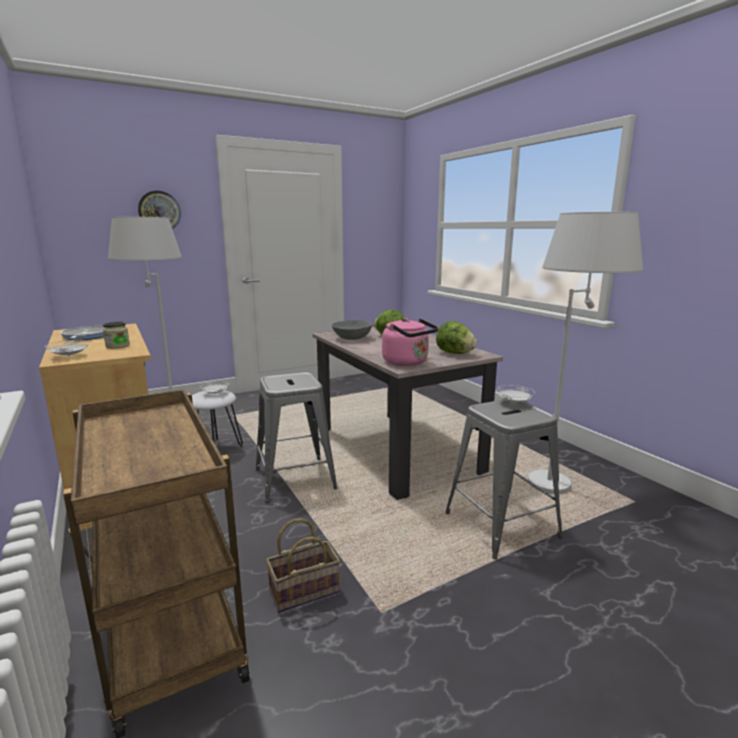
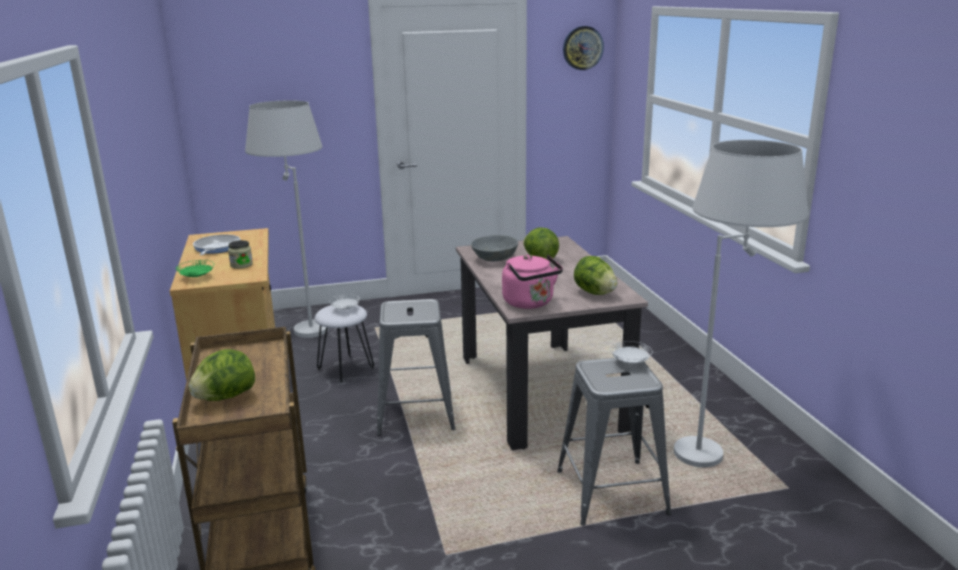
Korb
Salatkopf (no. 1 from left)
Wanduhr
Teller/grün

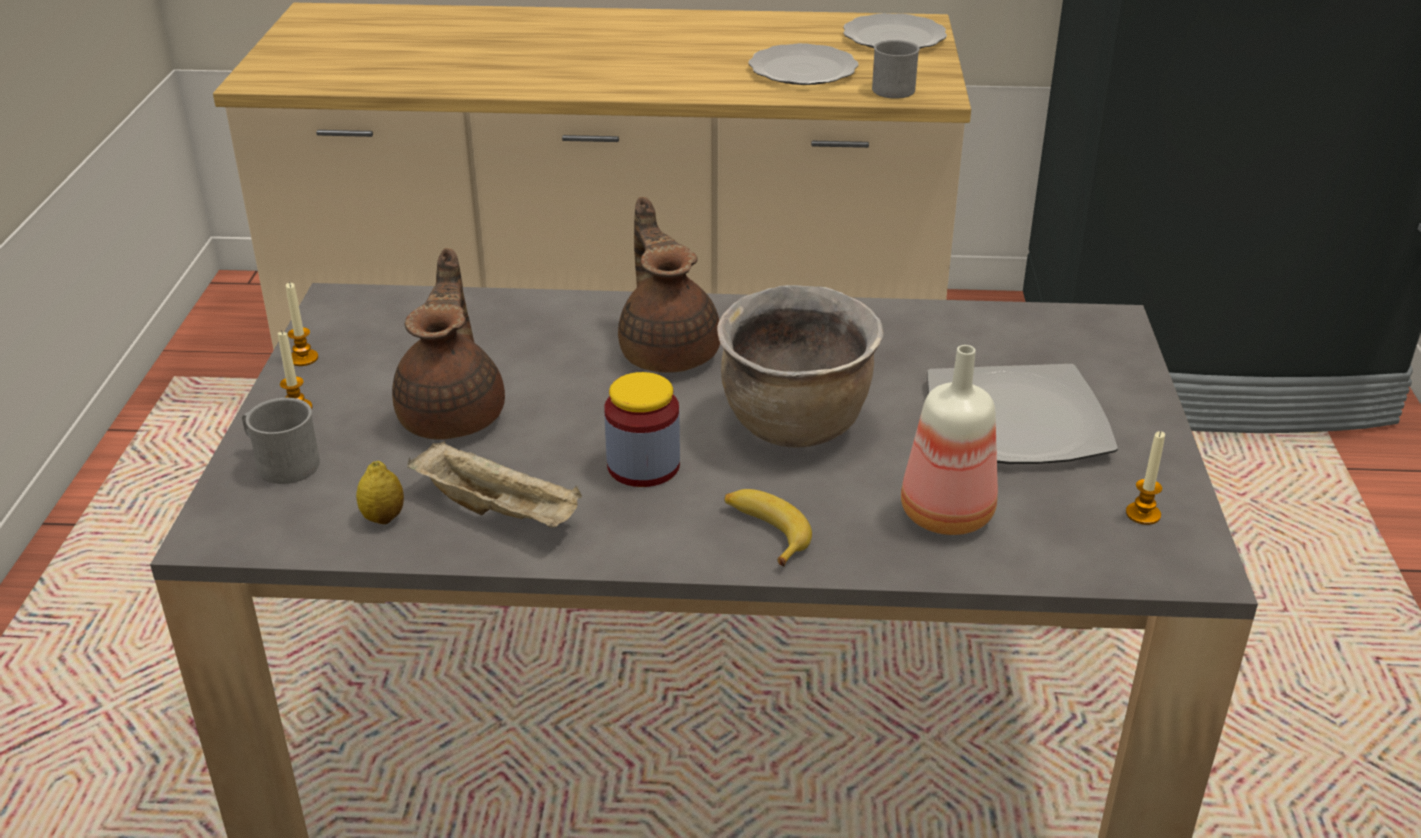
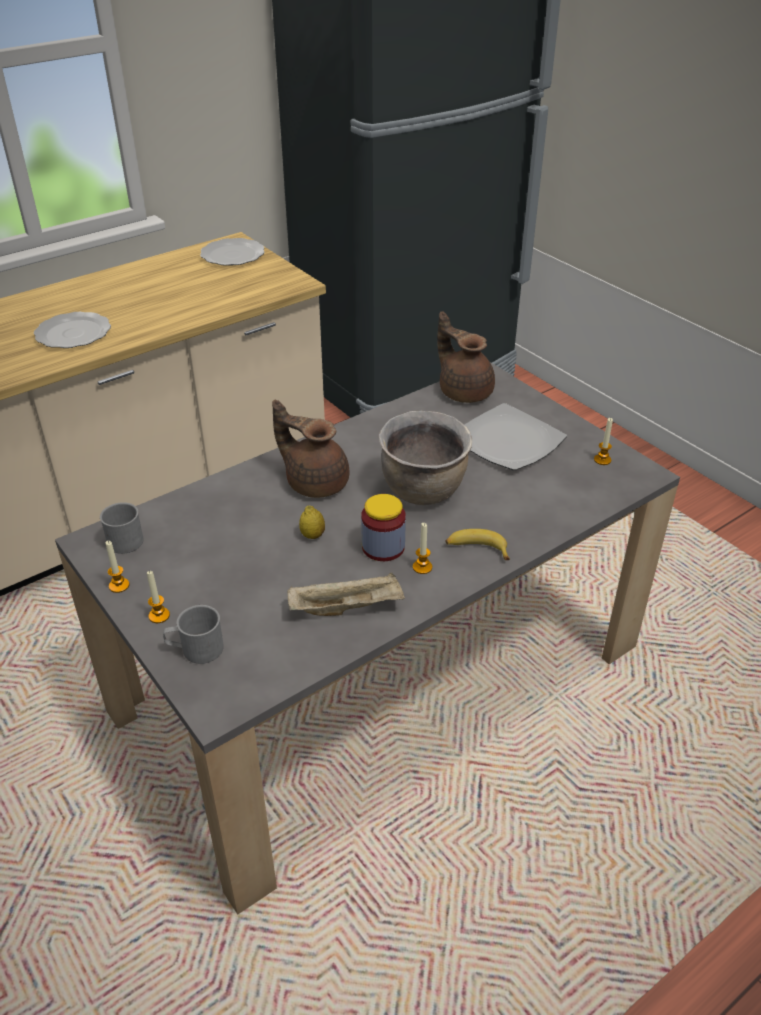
Flasche
Kerze (no. 3 from left)
Zitrone
Teekanne/braun (no. 2 from left)
Teller (no. 1 from left)
Henkelbecher/grau (no. 1 from left)

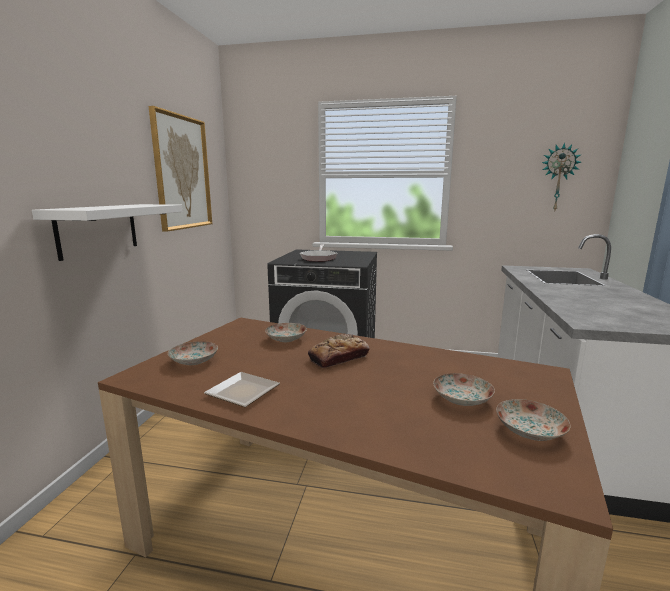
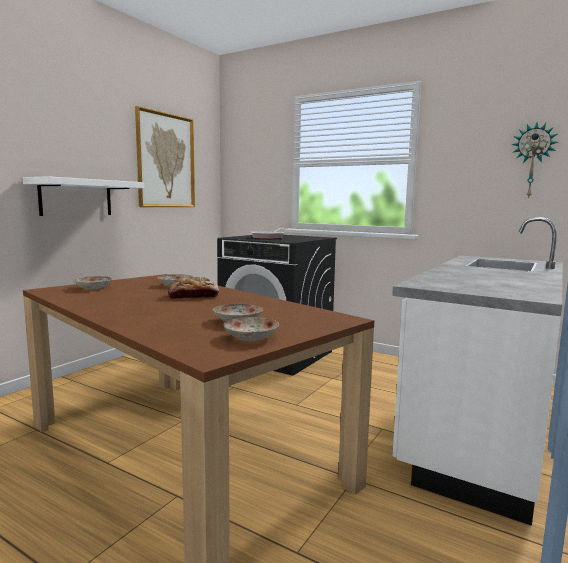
Teller (no. 2 from left in the first image)

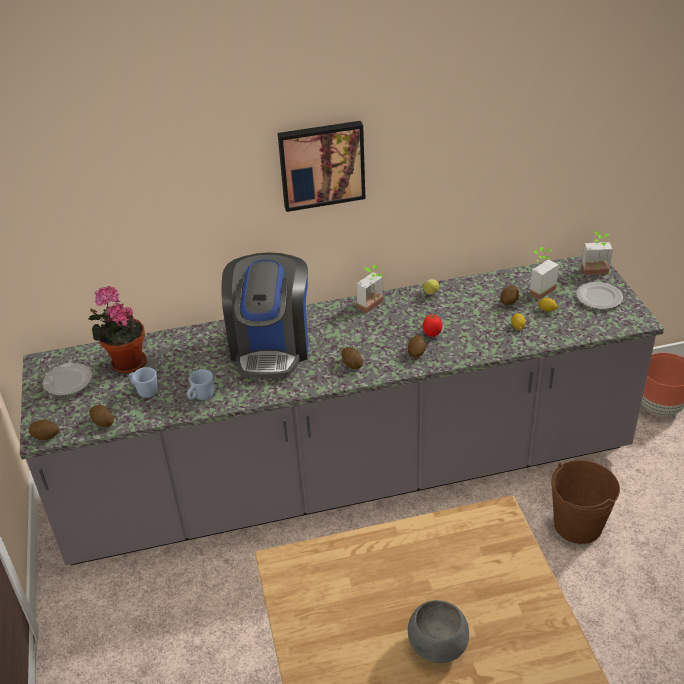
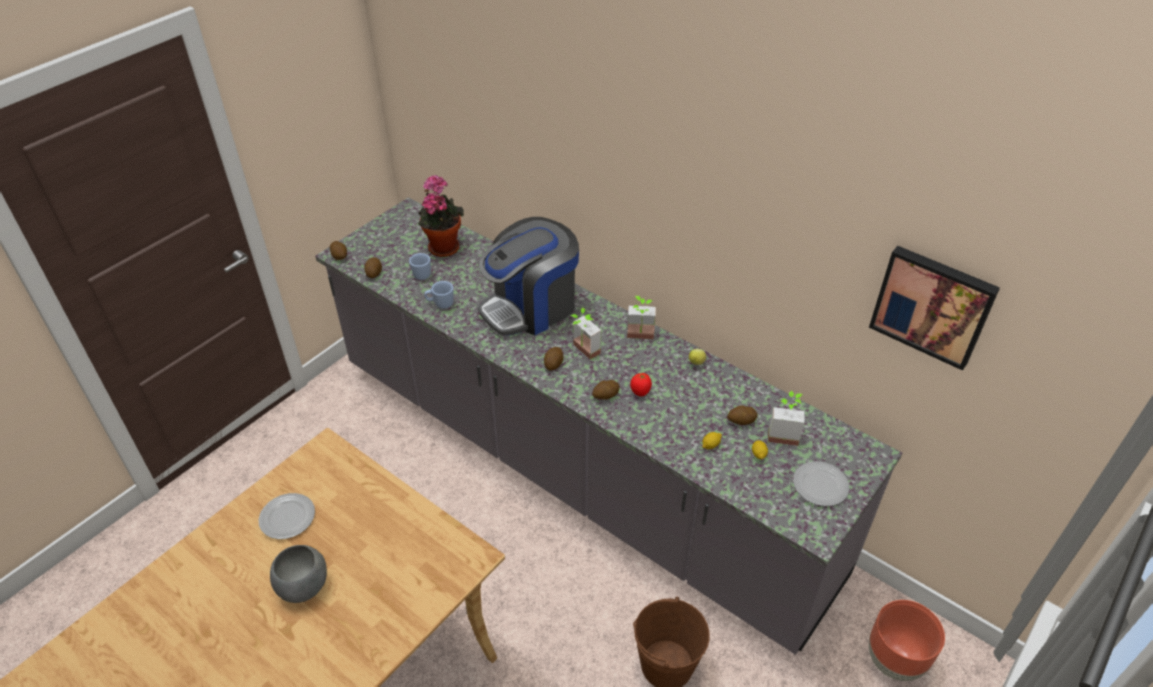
Teller (no. 1 from left)
Bild
Topfpflanze (no. 2 from left)

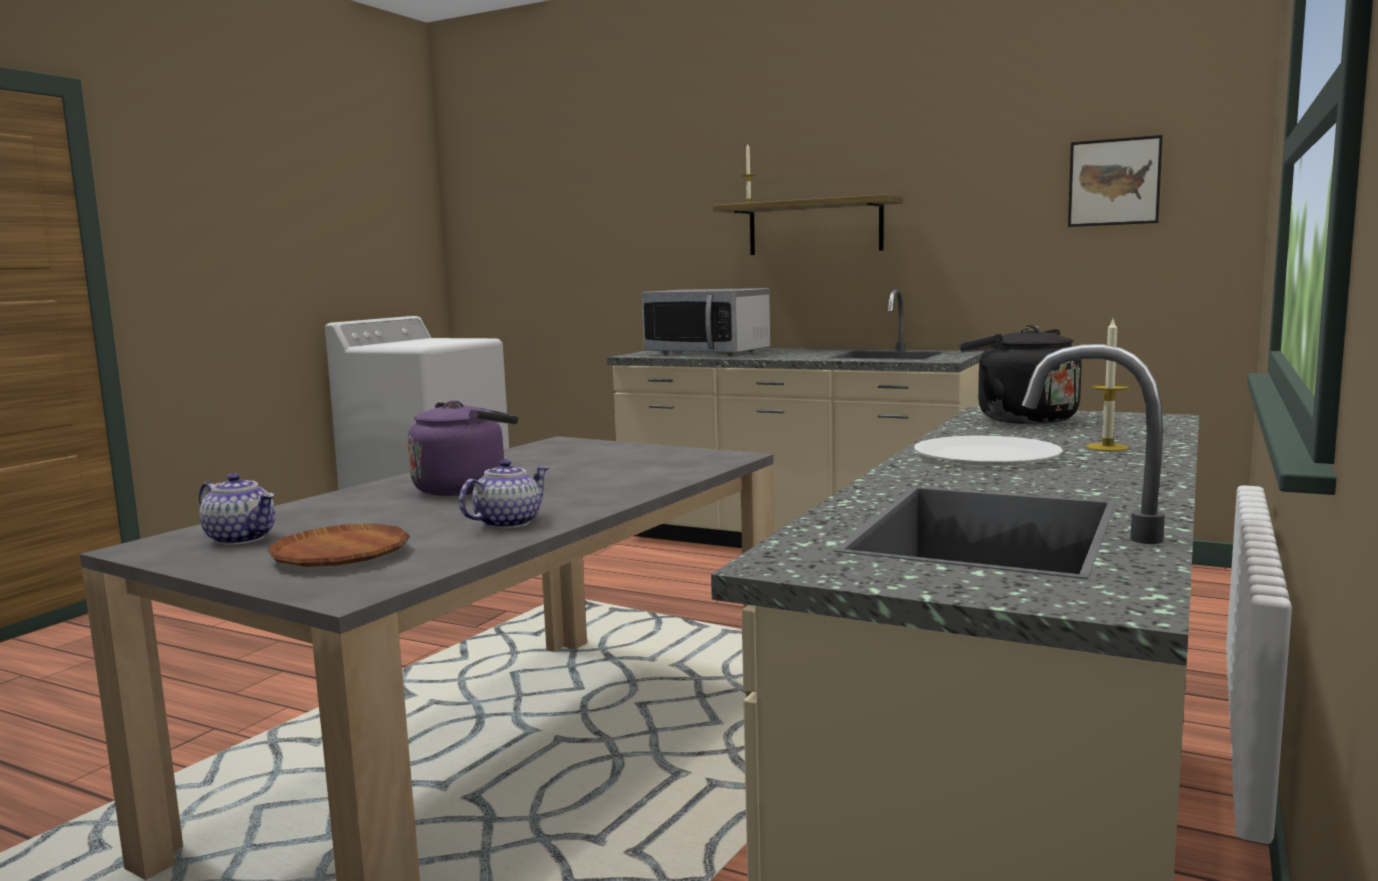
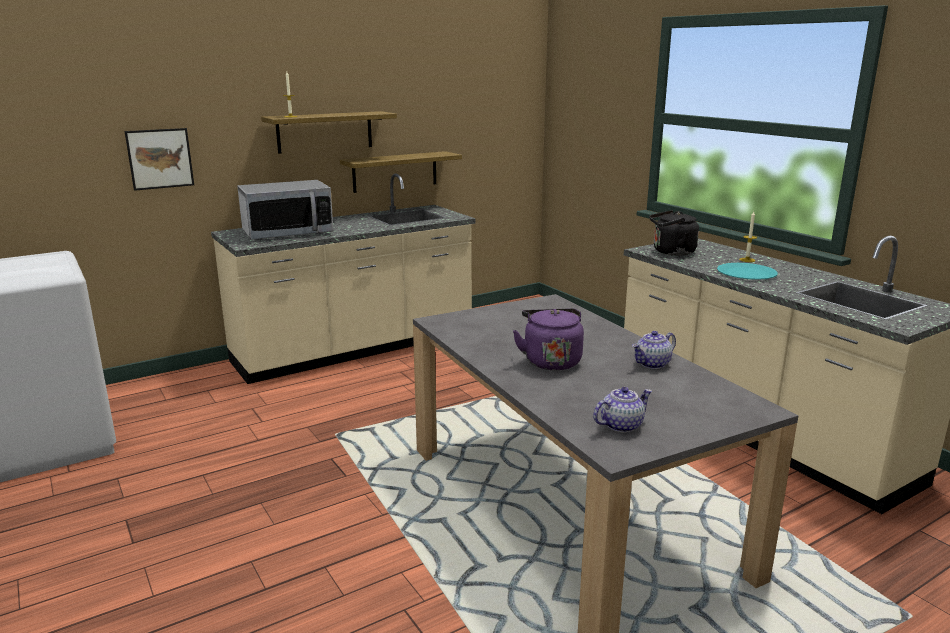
Teller/braun
Wandregal (no. 2 from left)
Bild
Teller/türkis
Teekanne (no. 2 from left)

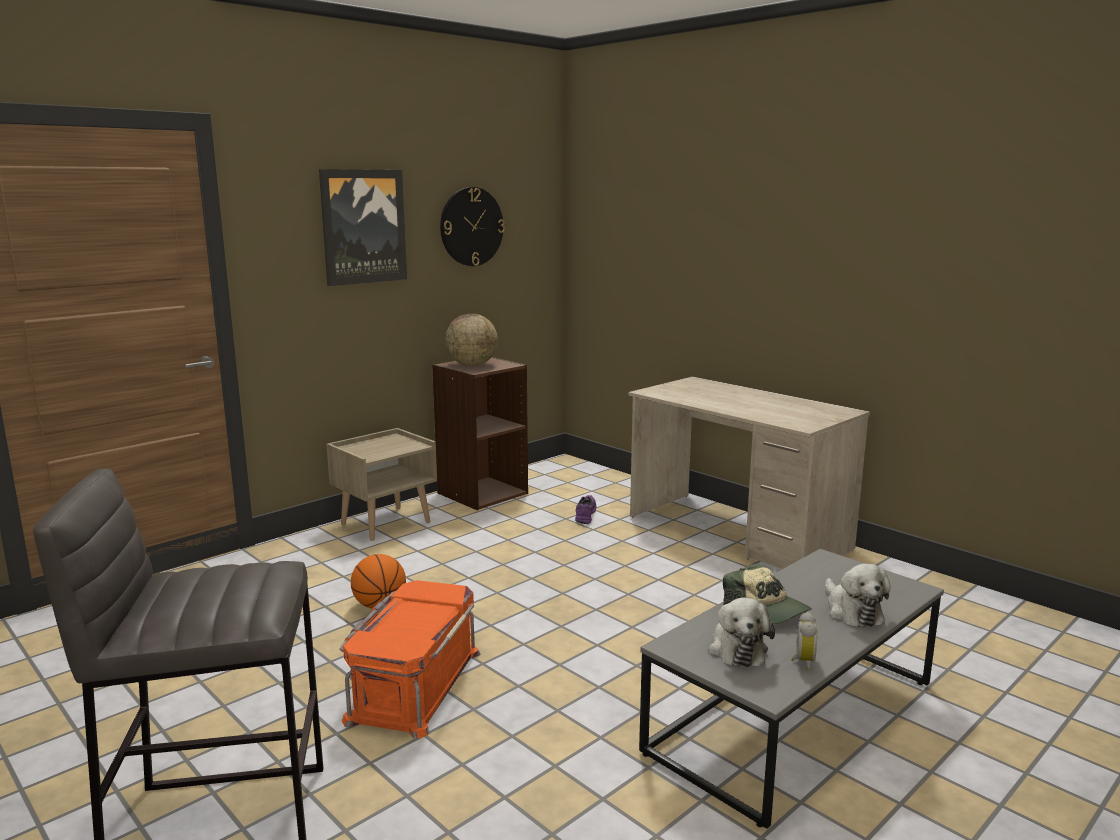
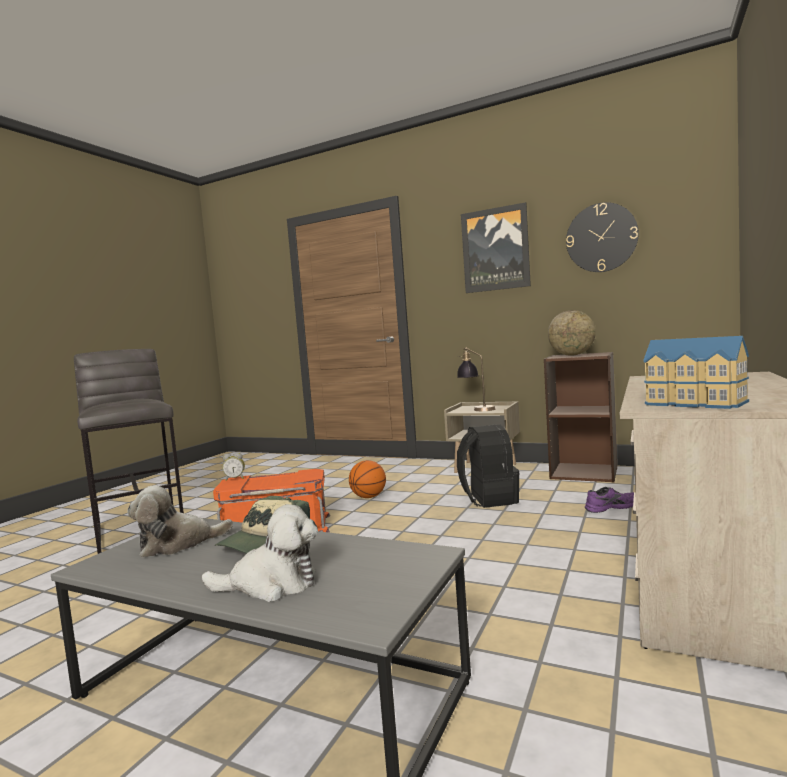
Tischlampe
Rucksack/schwarz
Spielzeughaus
Wecker
Plüschtier (no. 2 from left)

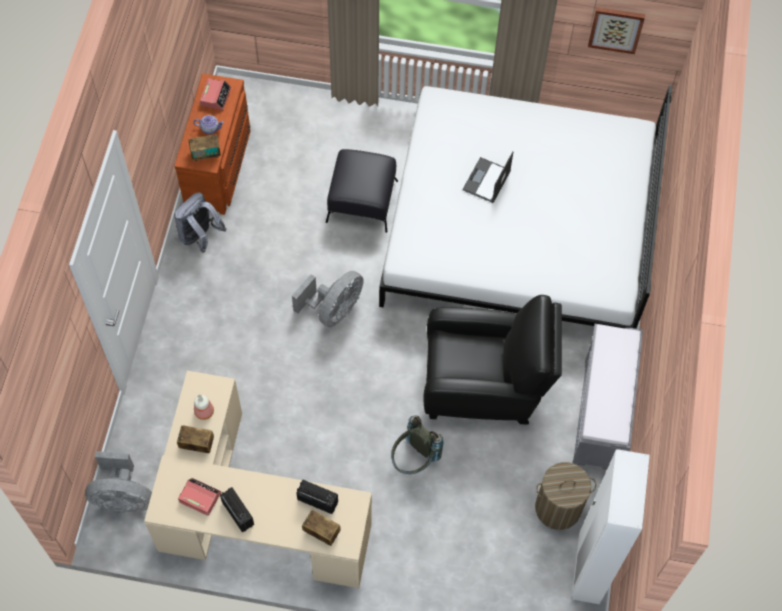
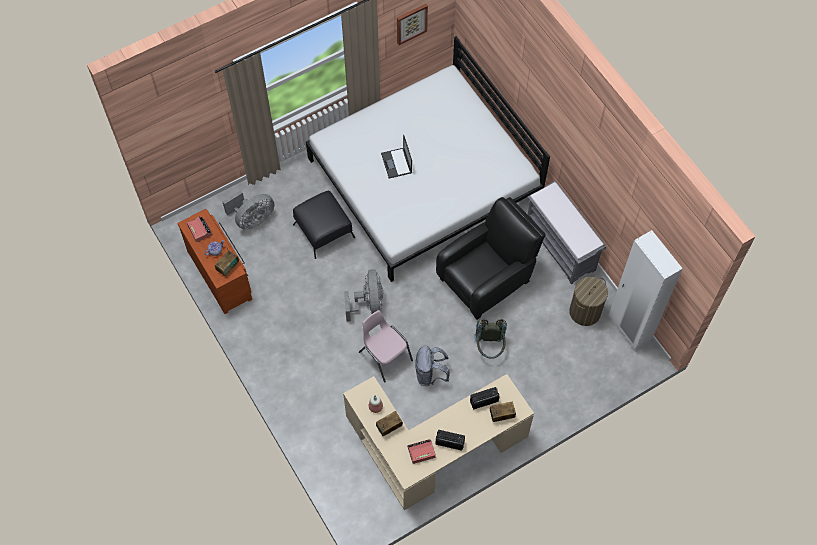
Stuhl/rosa
Ventilator/grau (no. 1 from left)
Rucksack/grau (no. 1 from left)

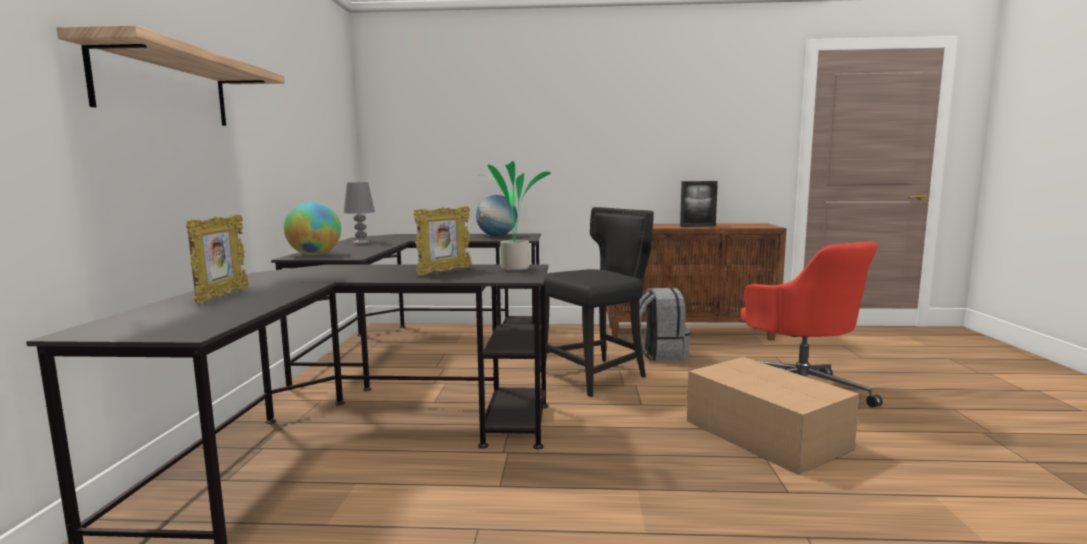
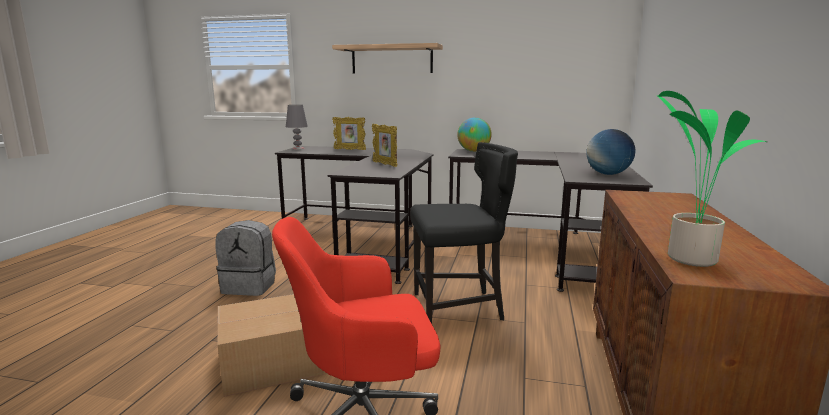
Bilderrahmen (no. 3 from left in the first image)
Tischlampe/grau
Topfpflanze
Rucksack/grau
Stuhl/schwarz

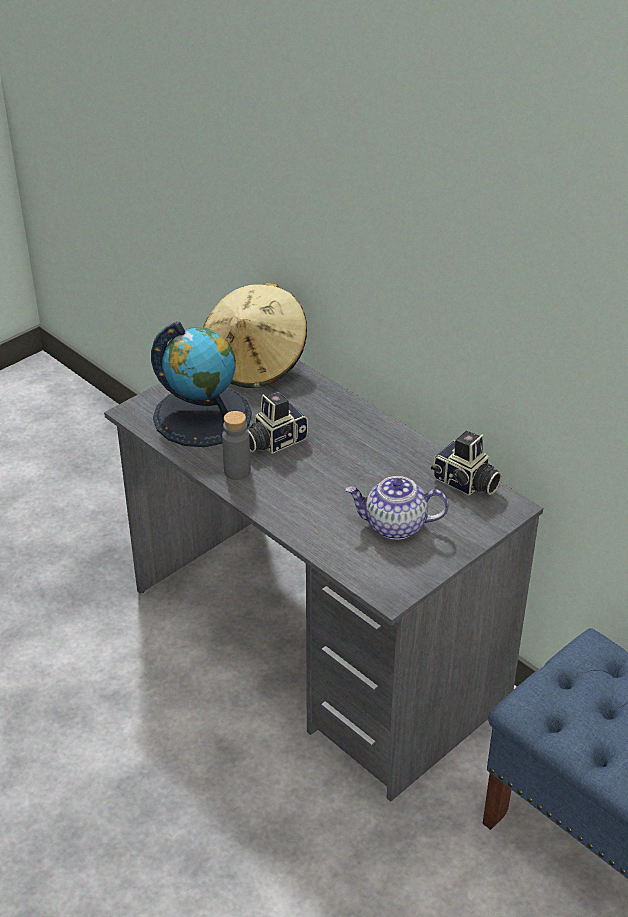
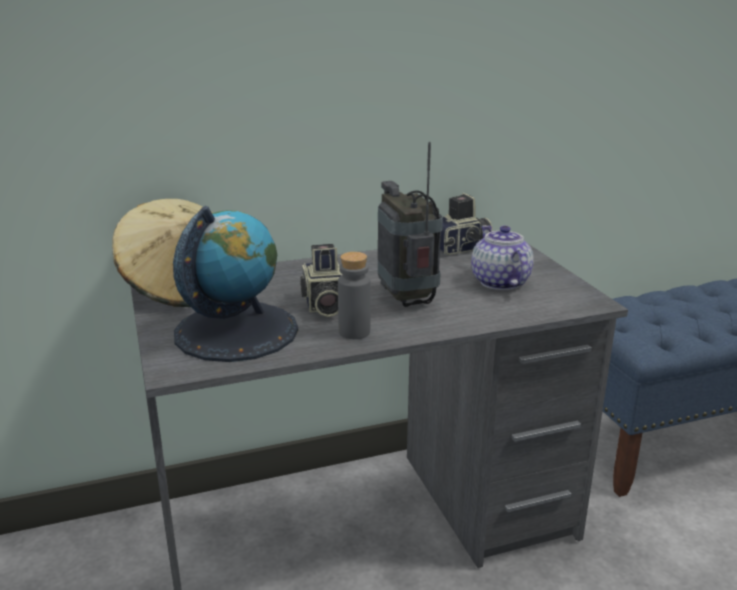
Radio
Teekanne

